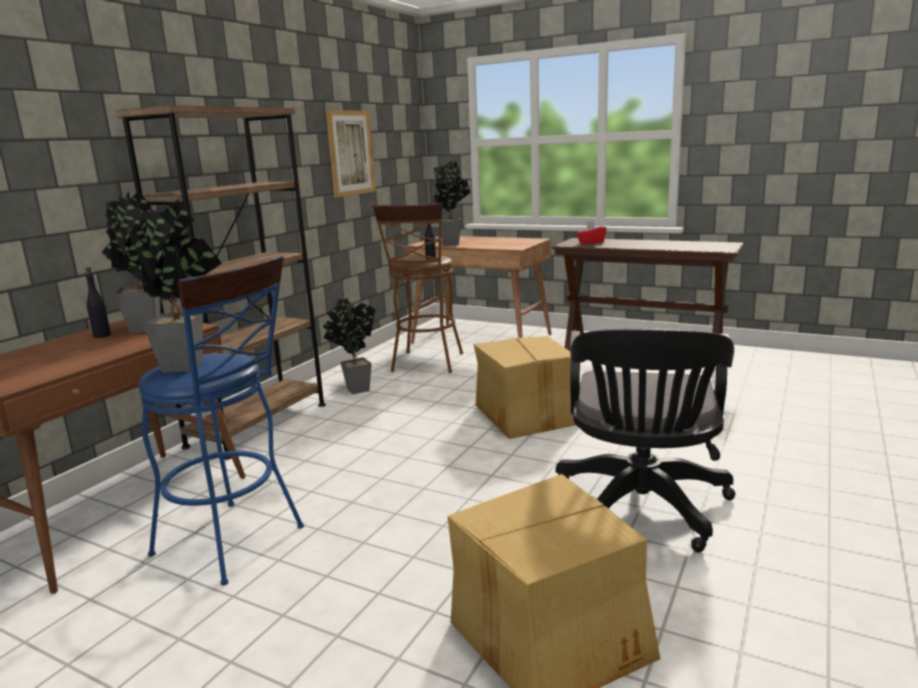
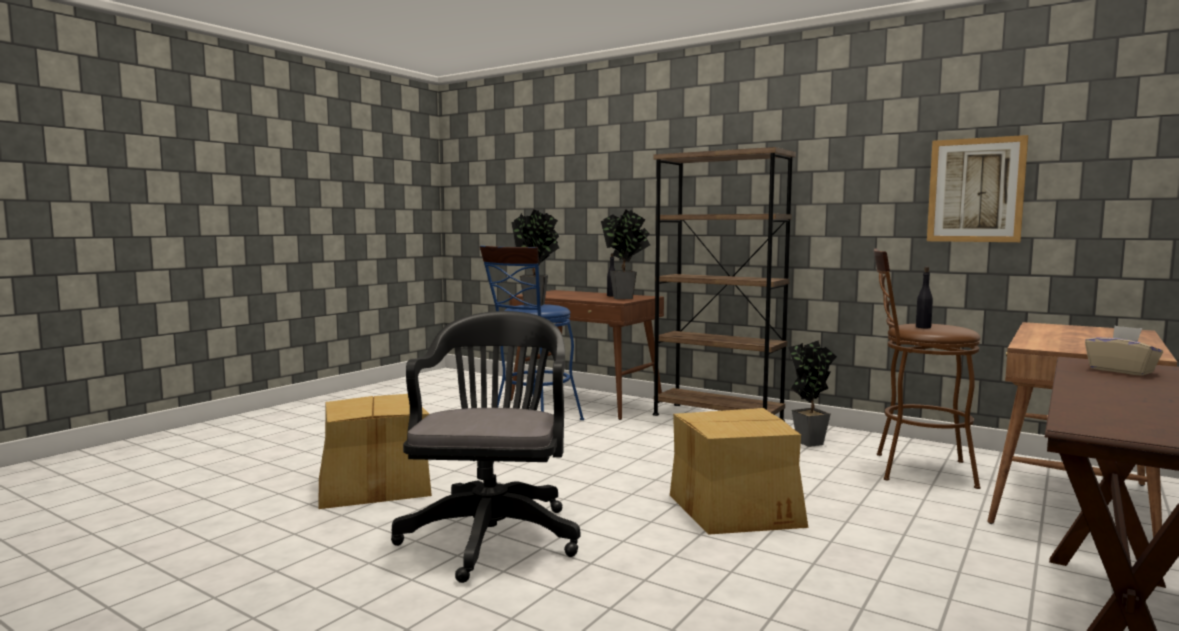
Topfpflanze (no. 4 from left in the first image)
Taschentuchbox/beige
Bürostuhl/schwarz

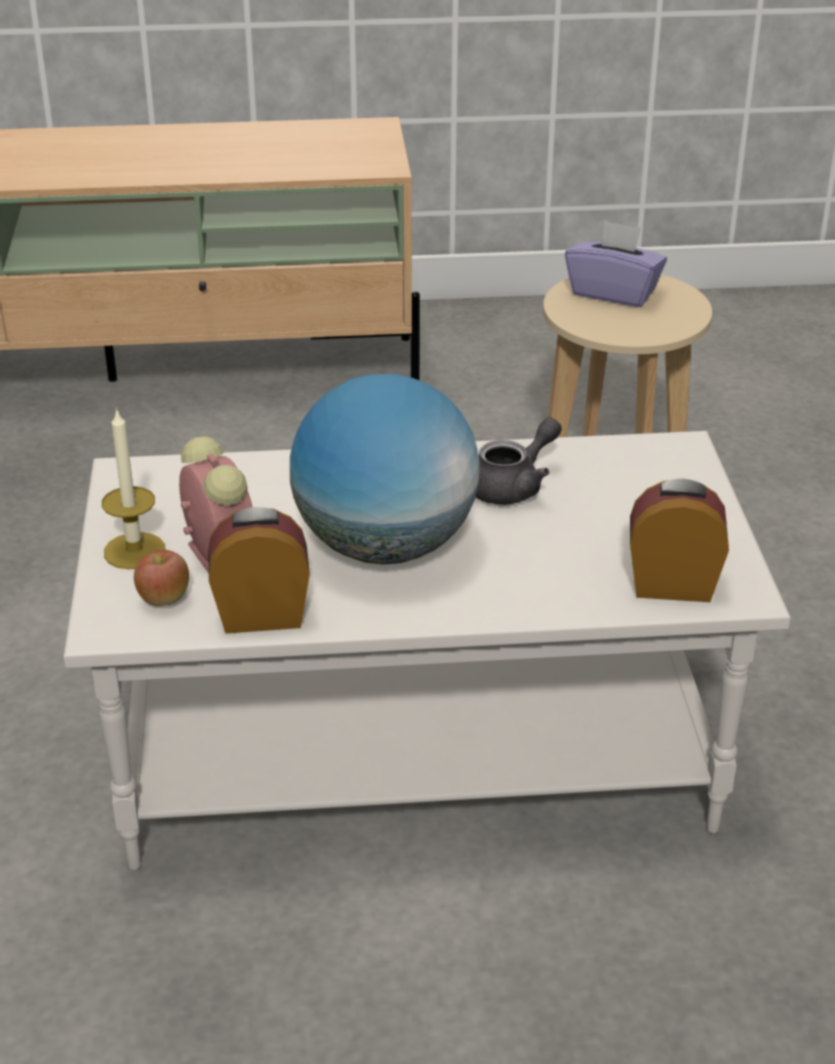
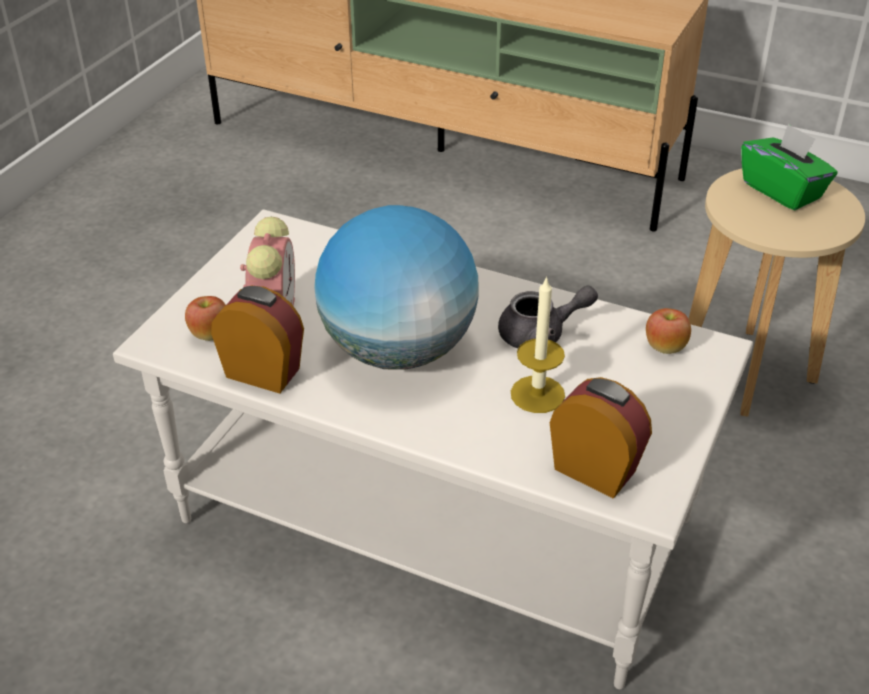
Apfel (no. 2 from left)
Kerze
Taschentuchbox/grün

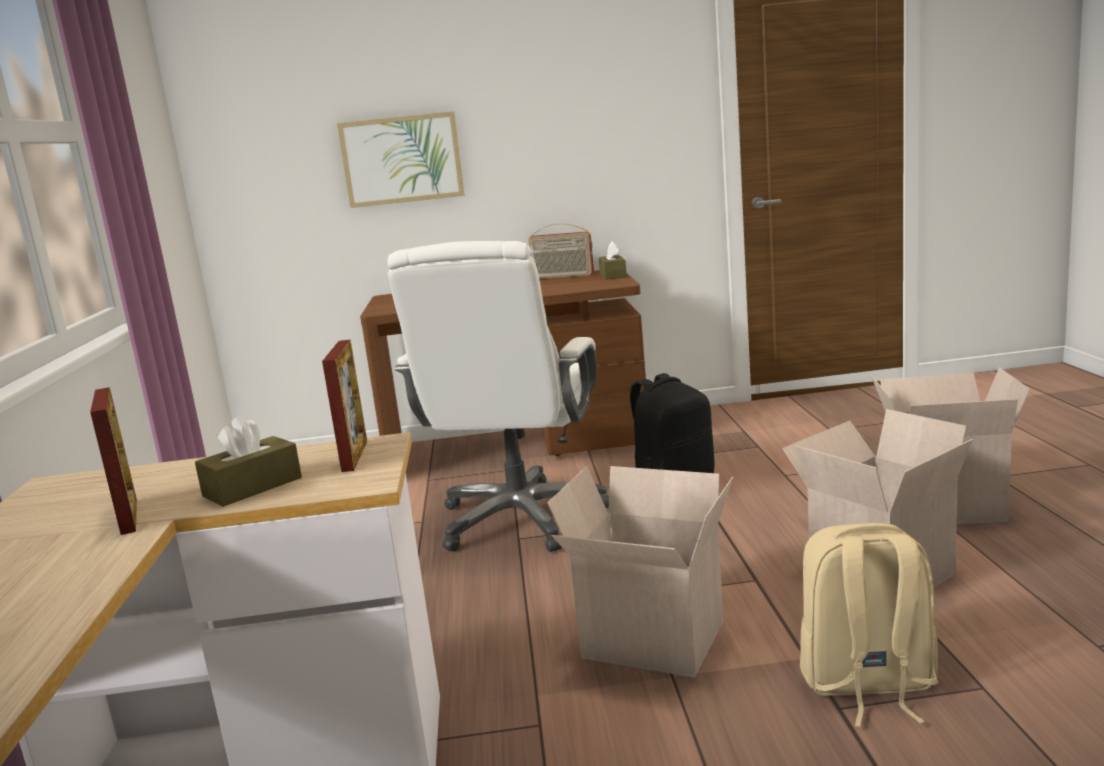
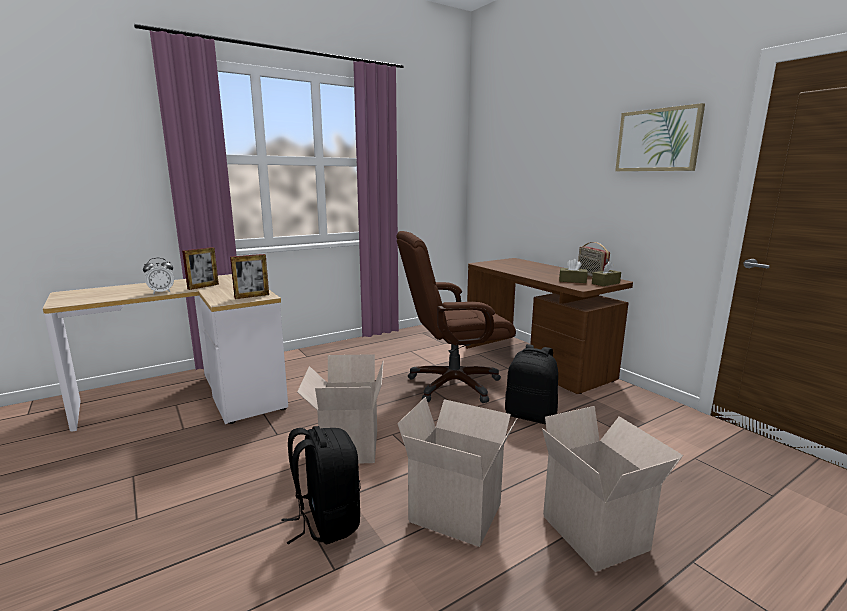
Wecker
Taschentuchbox/braun (no. 1 from left)
Bild
Bürostuhl/braun
Rucksack/schwarz (no. 1 from left)

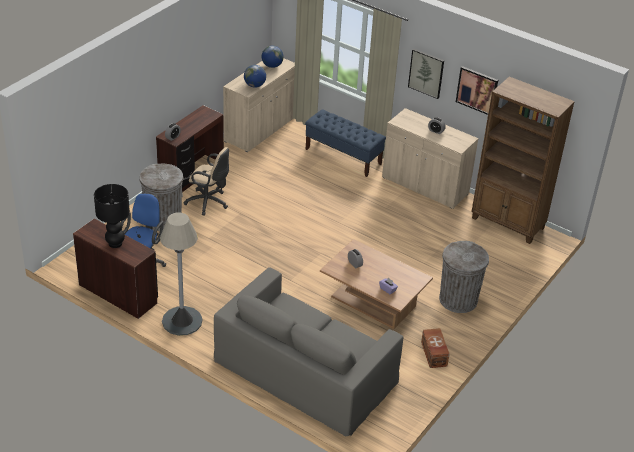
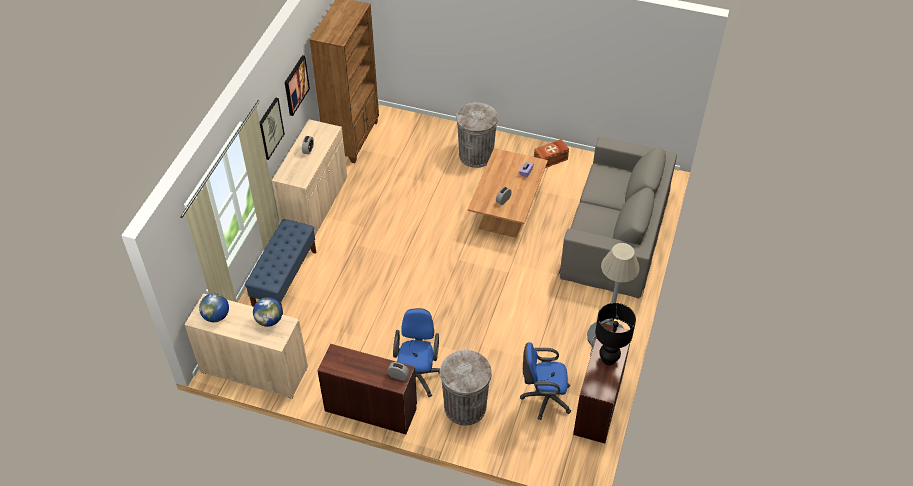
Bürostuhl/blau (no. 1 from left)

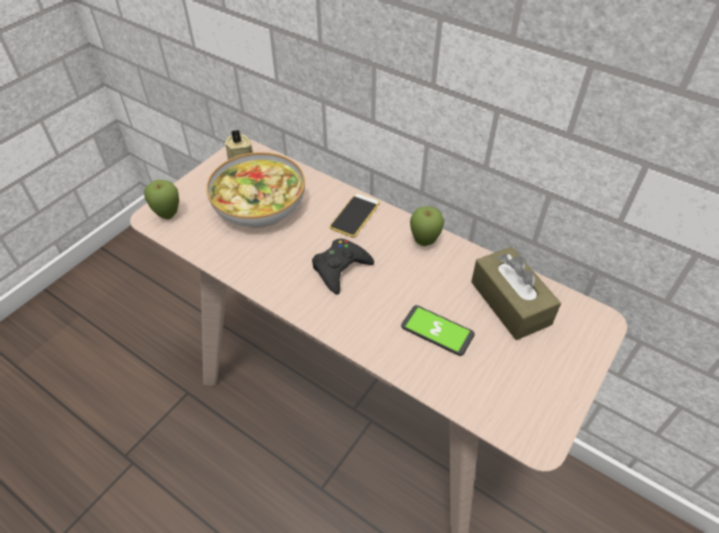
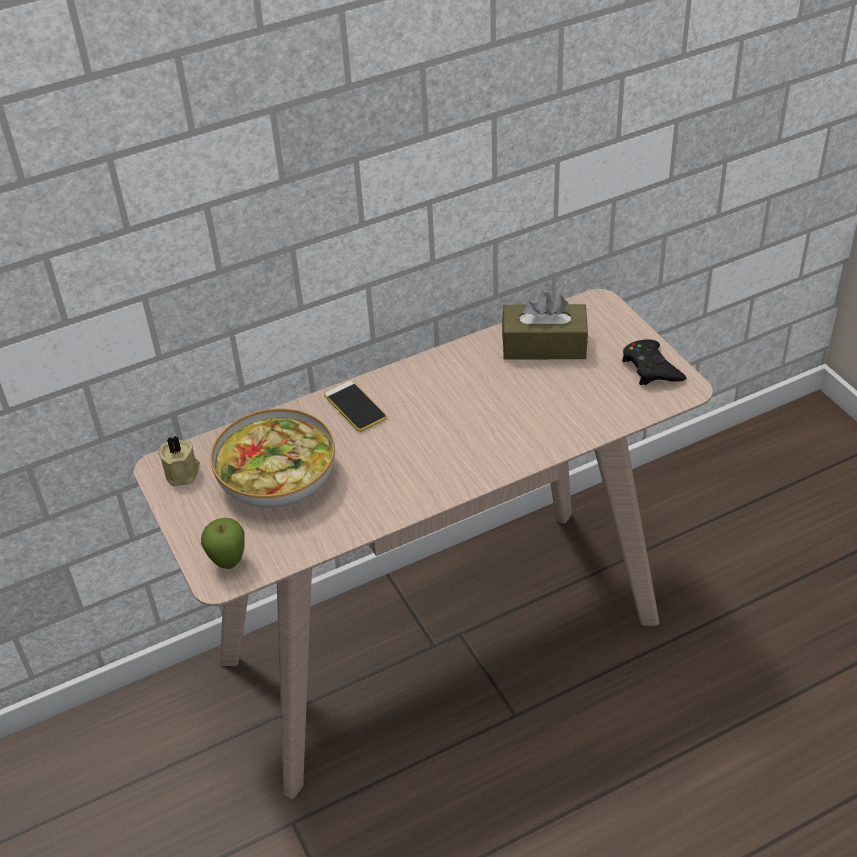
Handy (no. 2 from left in the first image)
Apfel (no. 2 from left in the first image)
Gamepad/schwarz

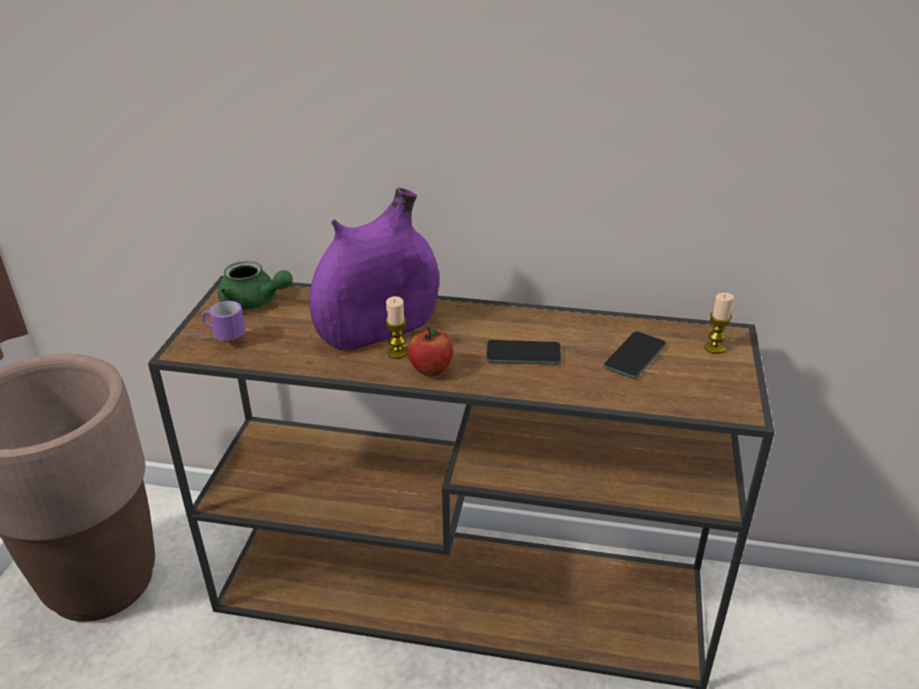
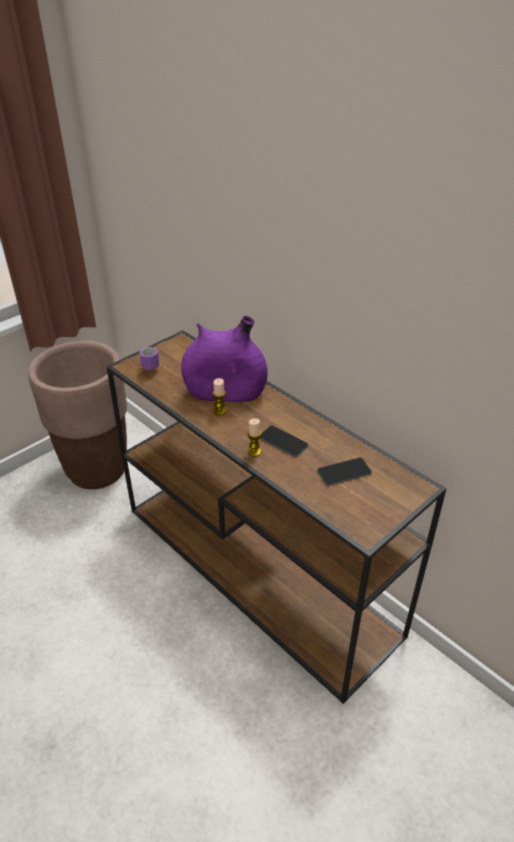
Teekanne/grün
Apfel
Kerze (no. 2 from left)

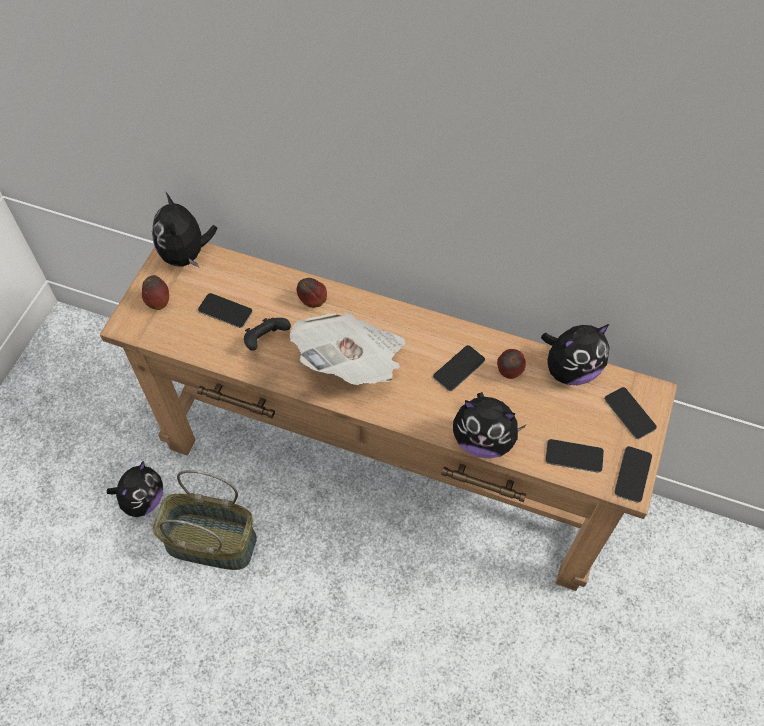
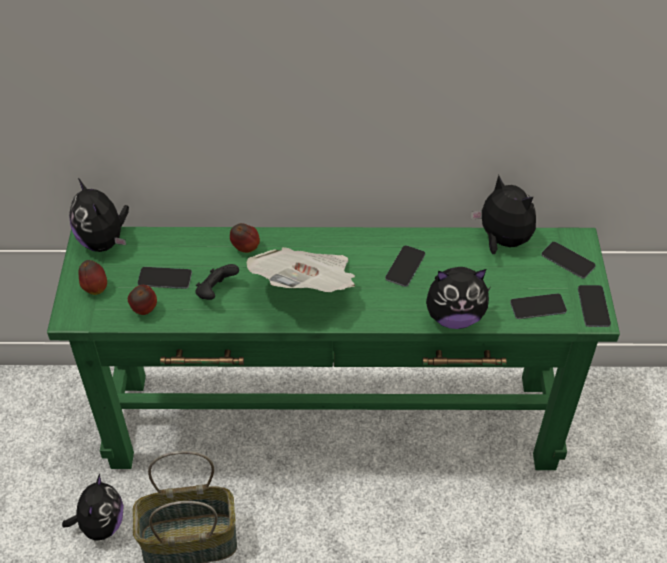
Apfel (no. 2 from left)
Konsolentisch/grün
Plüschtier (no. 4 from left)

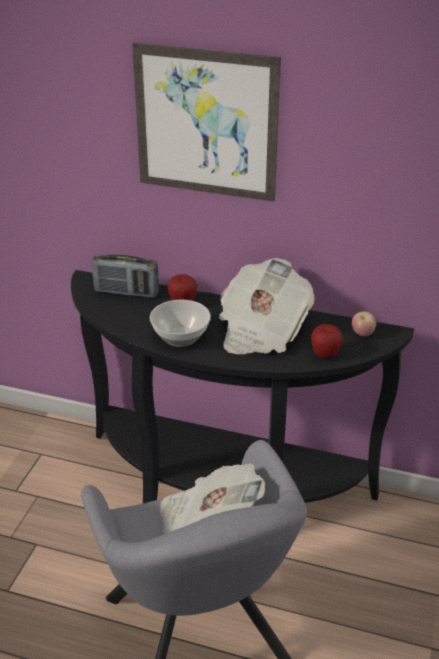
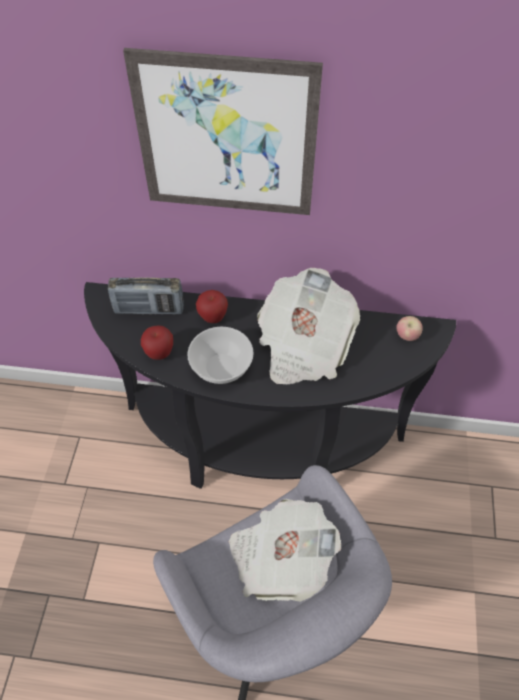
Apfel (no. 1 from left)

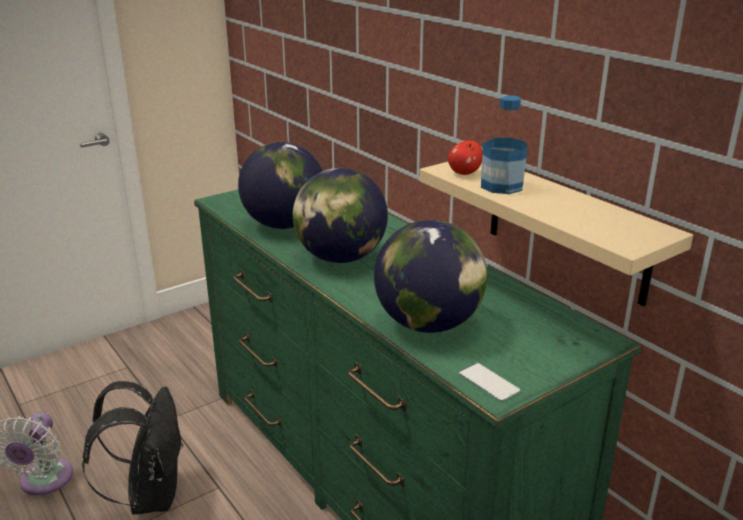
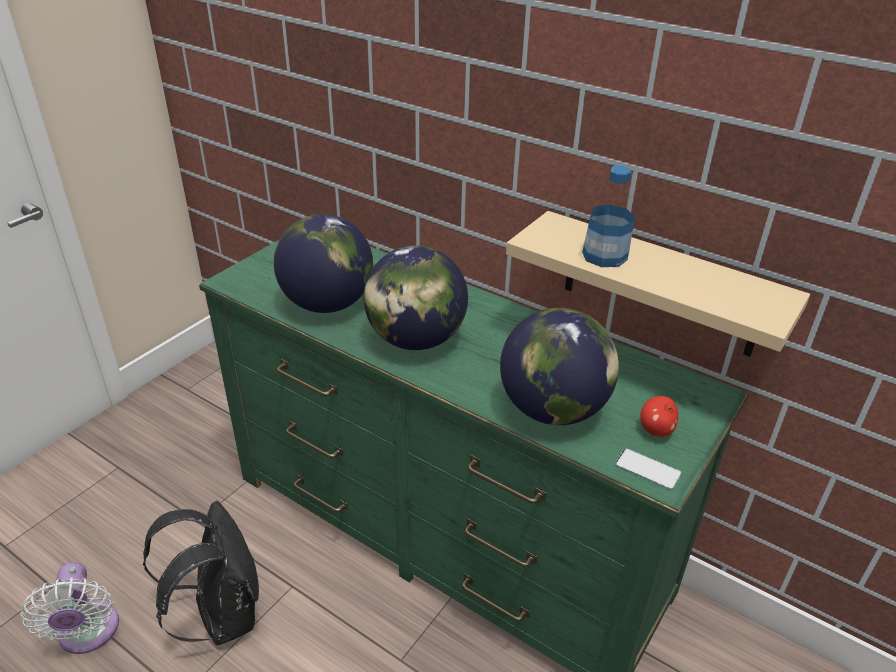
Apfel

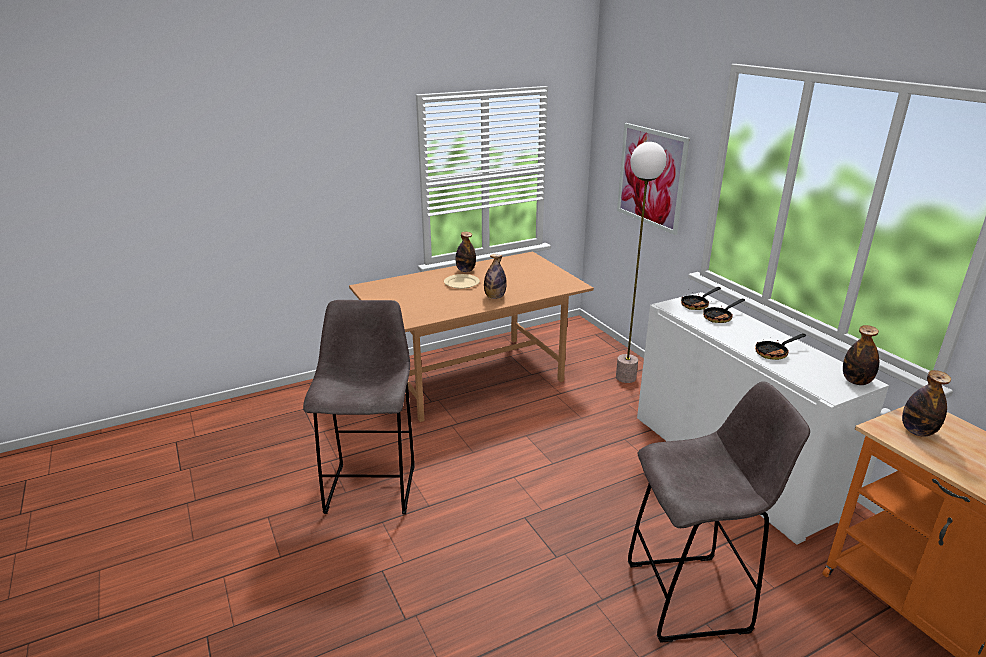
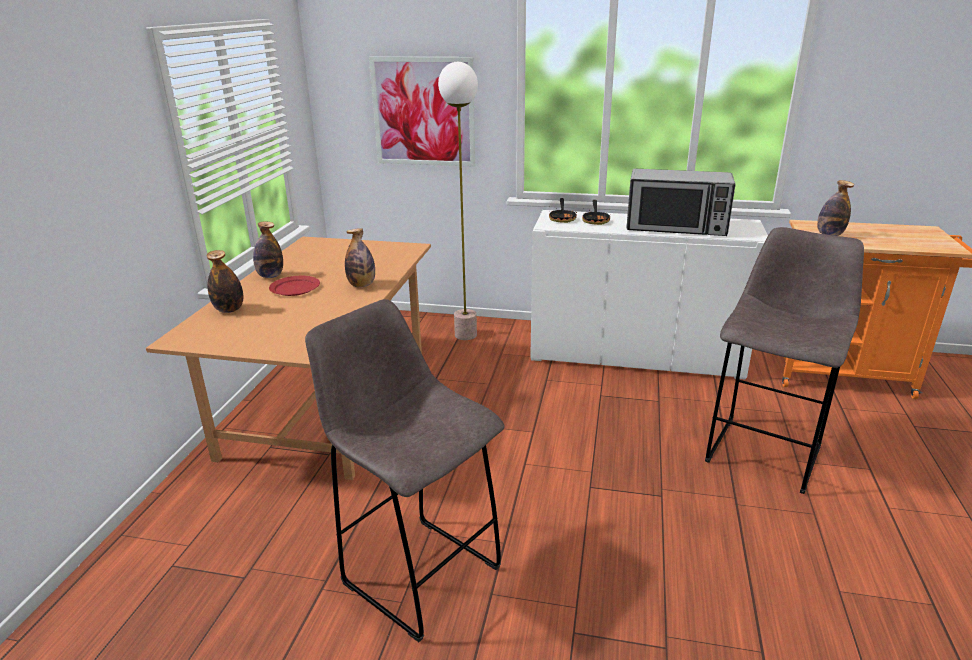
Flasche (no. 1 from left)
Mikrowelle
Teller/rot

